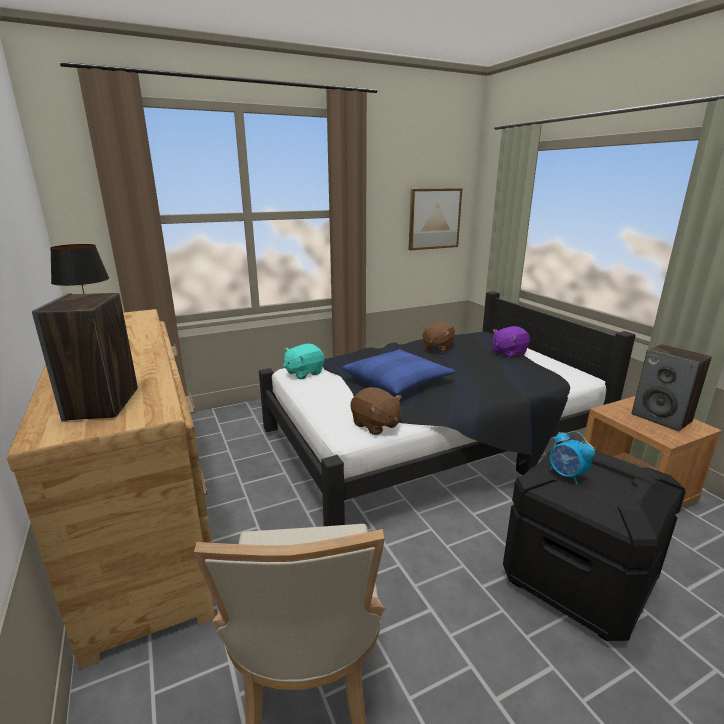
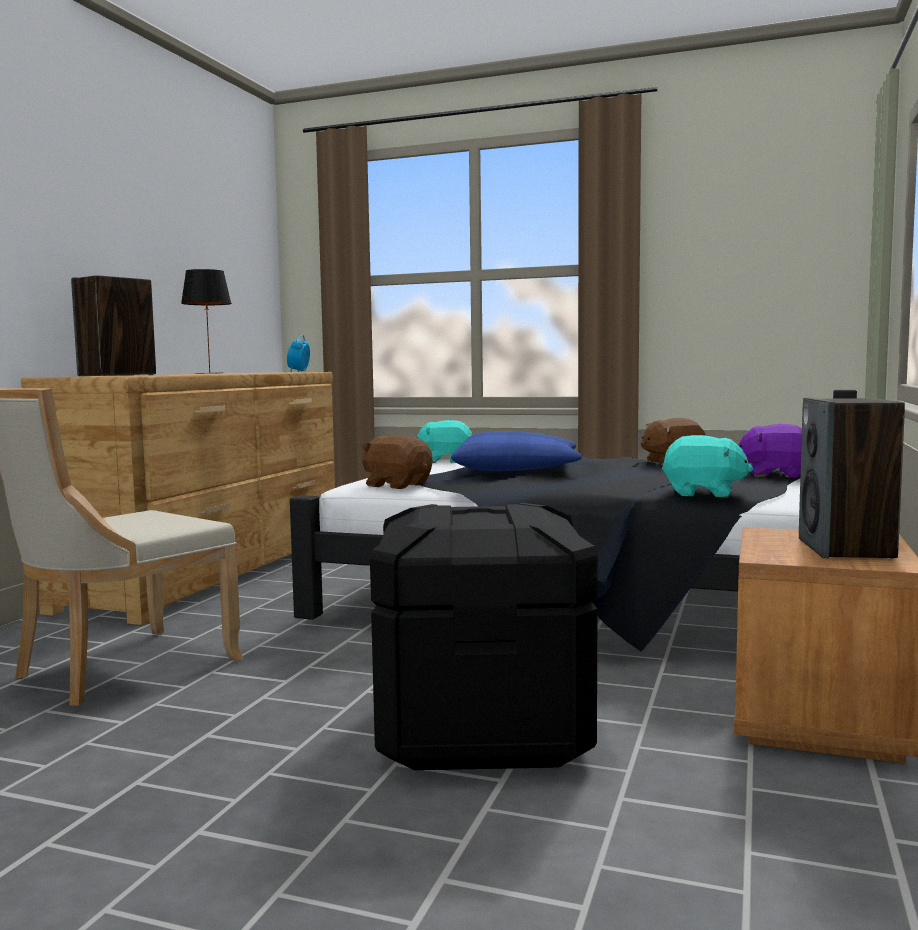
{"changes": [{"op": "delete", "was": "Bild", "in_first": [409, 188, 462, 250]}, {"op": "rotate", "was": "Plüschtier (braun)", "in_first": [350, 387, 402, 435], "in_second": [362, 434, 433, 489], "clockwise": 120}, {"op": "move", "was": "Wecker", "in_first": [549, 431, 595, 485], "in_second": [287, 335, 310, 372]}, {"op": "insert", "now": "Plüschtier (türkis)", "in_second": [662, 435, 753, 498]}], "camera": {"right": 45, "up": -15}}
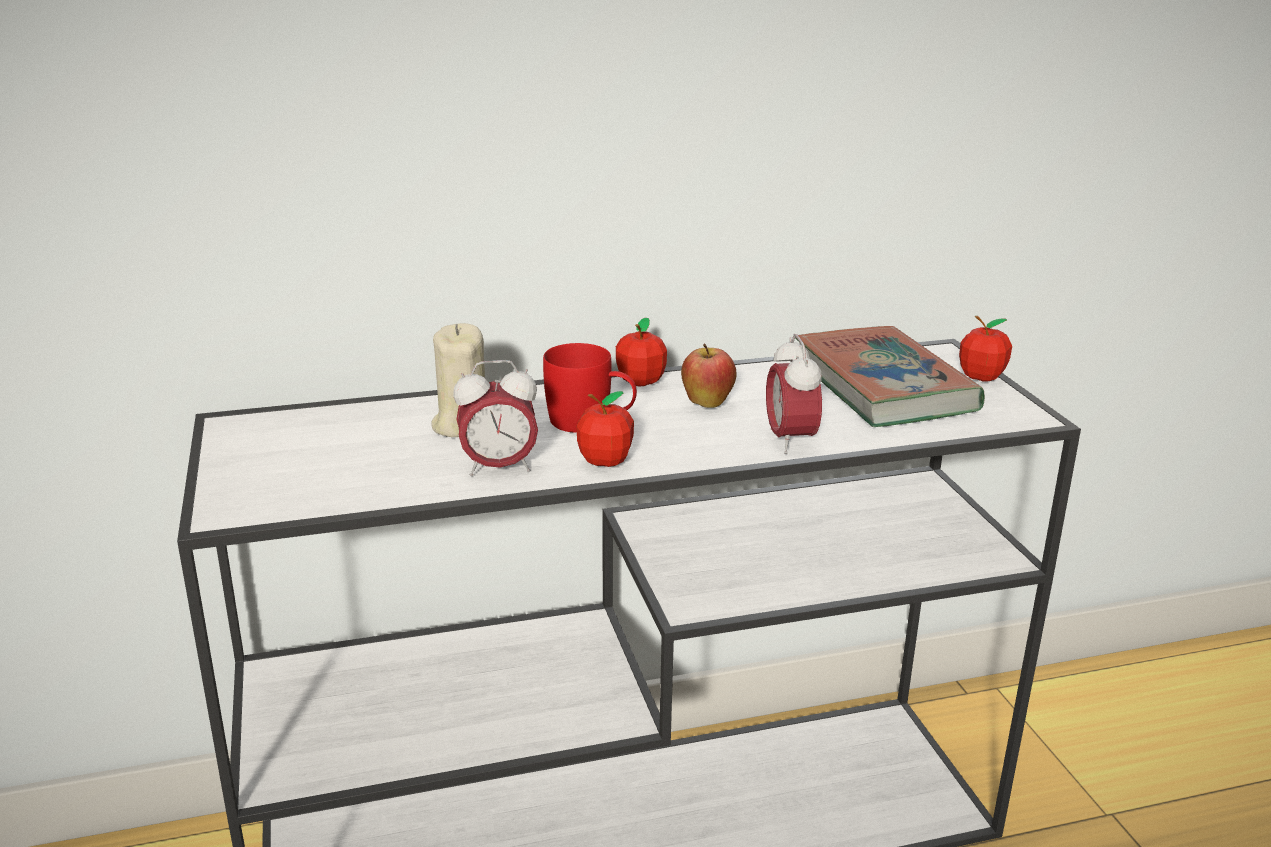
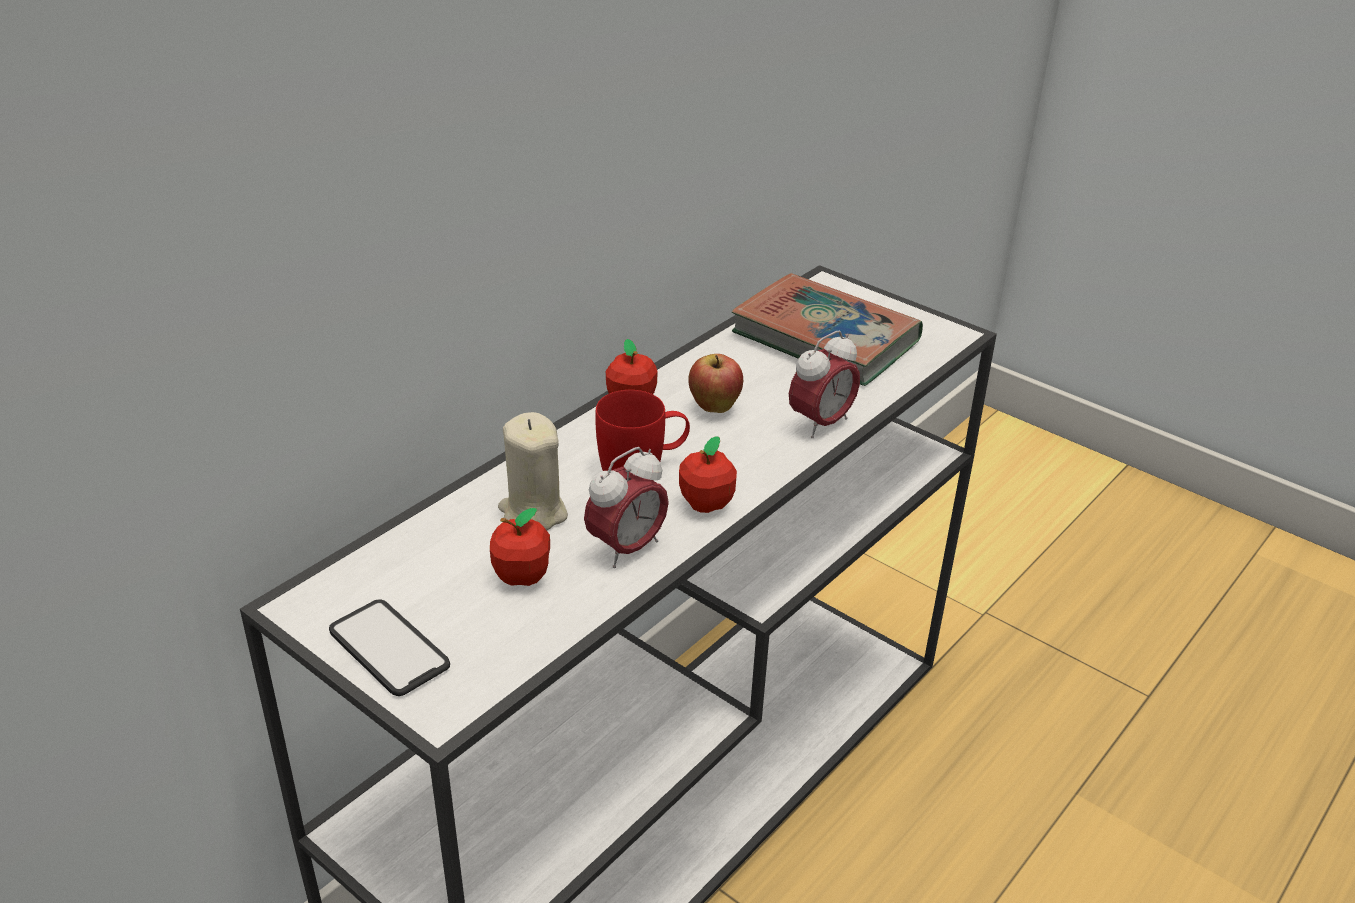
{"changes": [{"op": "move", "was": "Apfel", "in_first": [959, 316, 1012, 382], "in_second": [490, 508, 550, 586]}, {"op": "rotate", "was": "Wecker", "in_first": [766, 334, 822, 454], "in_second": [789, 331, 860, 438], "clockwise": -90}, {"op": "insert", "now": "Handy", "in_second": [329, 599, 450, 696]}], "camera": {"right": -35, "up": 10}}
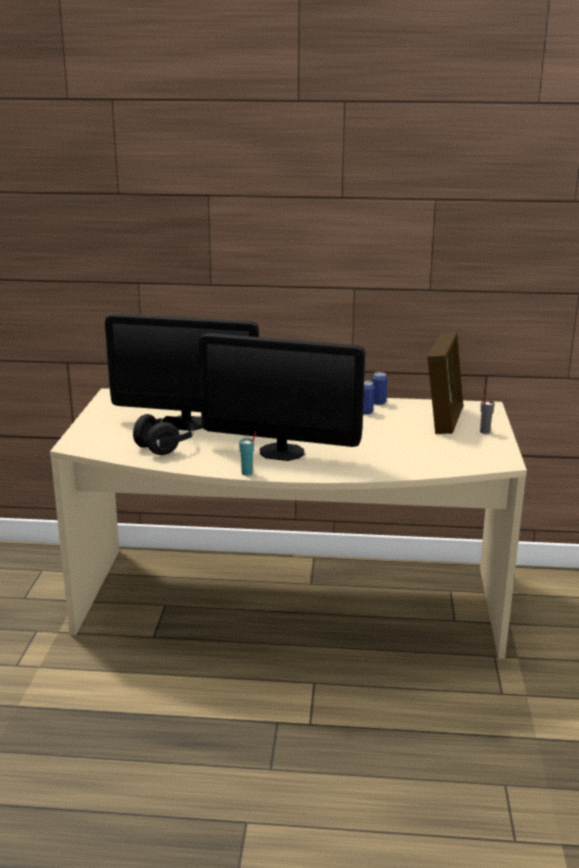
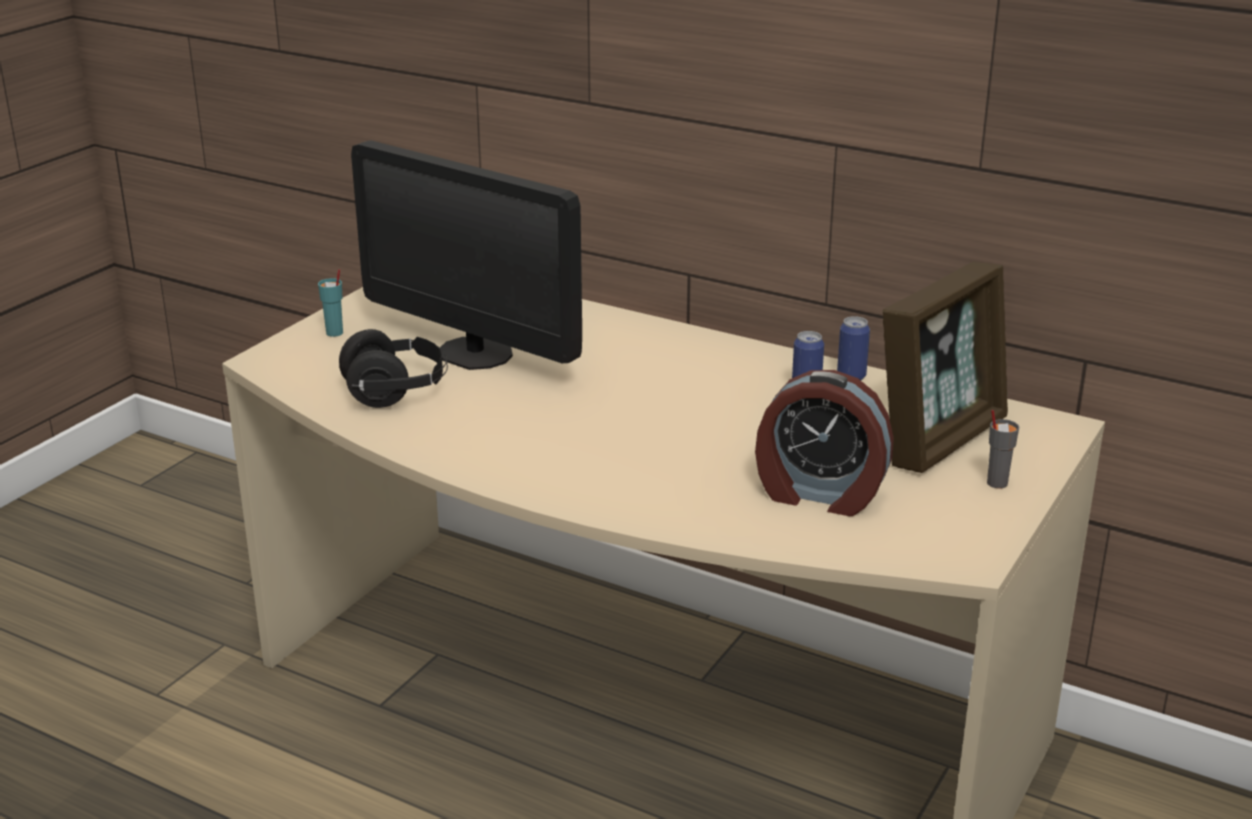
{"changes": [{"op": "delete", "was": "Monitor", "in_first": [199, 333, 365, 461]}, {"op": "move", "was": "Tasse (türkis)", "in_first": [239, 431, 256, 476], "in_second": [318, 269, 343, 337]}, {"op": "insert", "now": "Wecker", "in_second": [755, 370, 894, 516]}], "camera": {"right": 25, "up": 5}}
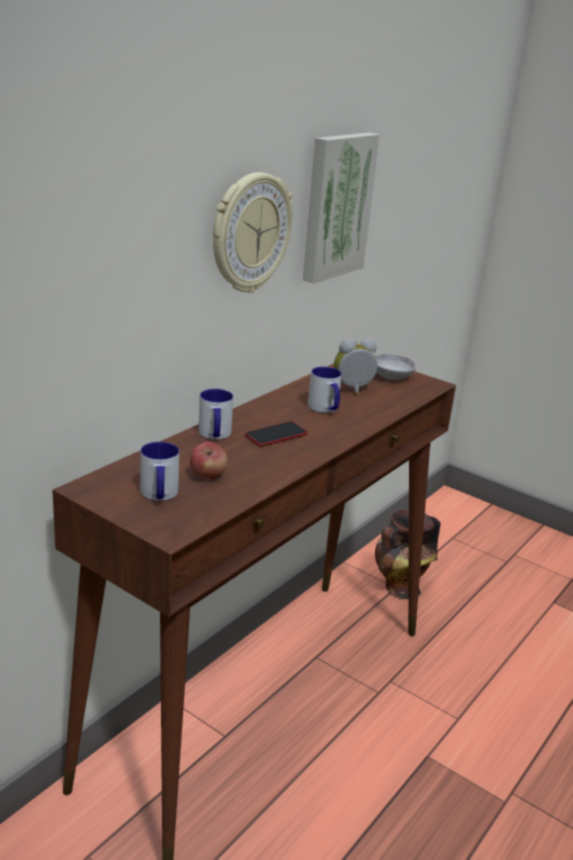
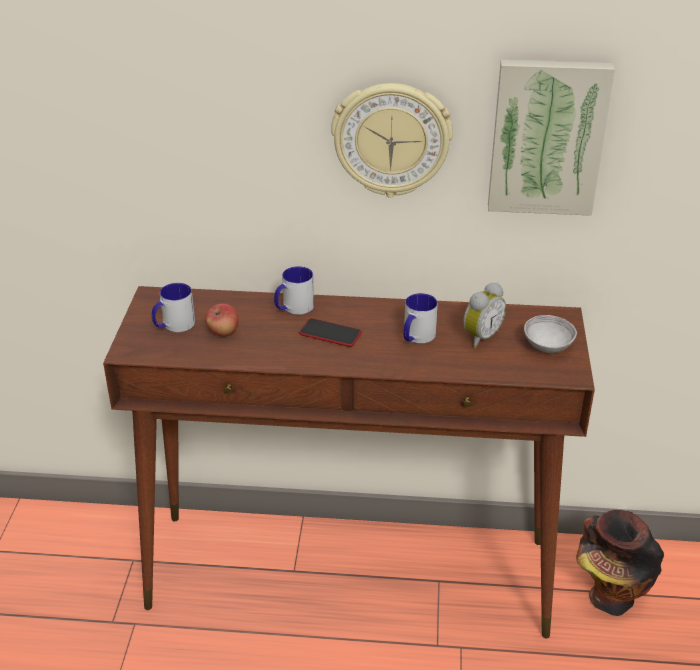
{"changes": [{"op": "rotate", "was": "Wecker", "in_first": [334, 339, 378, 395], "in_second": [463, 282, 506, 348], "clockwise": 90}], "camera": {"right": 60, "up": 10}}
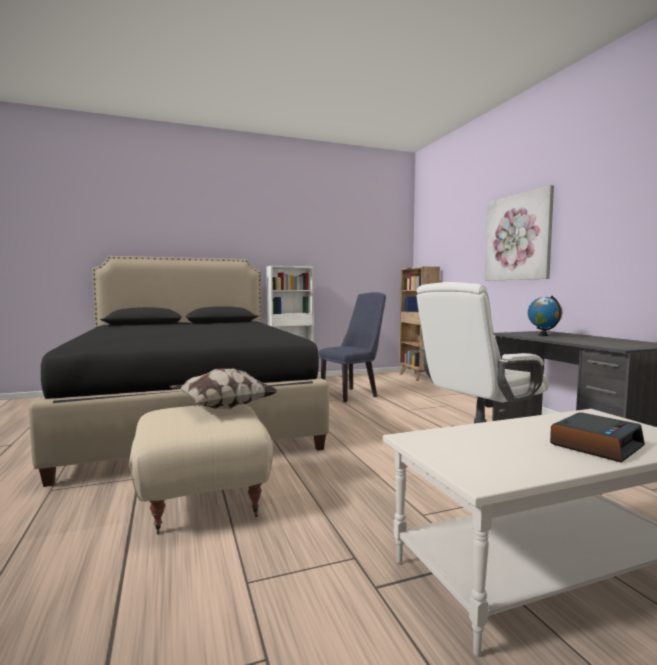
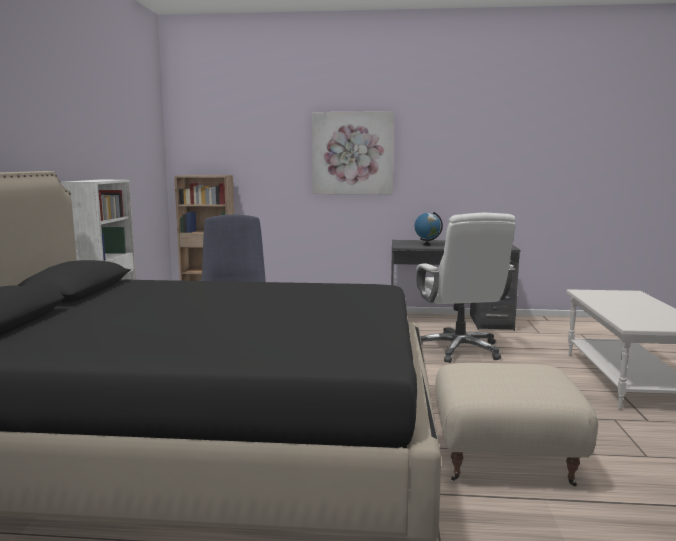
{"changes": [{"op": "delete", "was": "Kissen", "in_first": [169, 369, 277, 409]}, {"op": "delete", "was": "Wecker", "in_first": [550, 412, 645, 463]}], "camera": {"right": -65, "up": 5}}
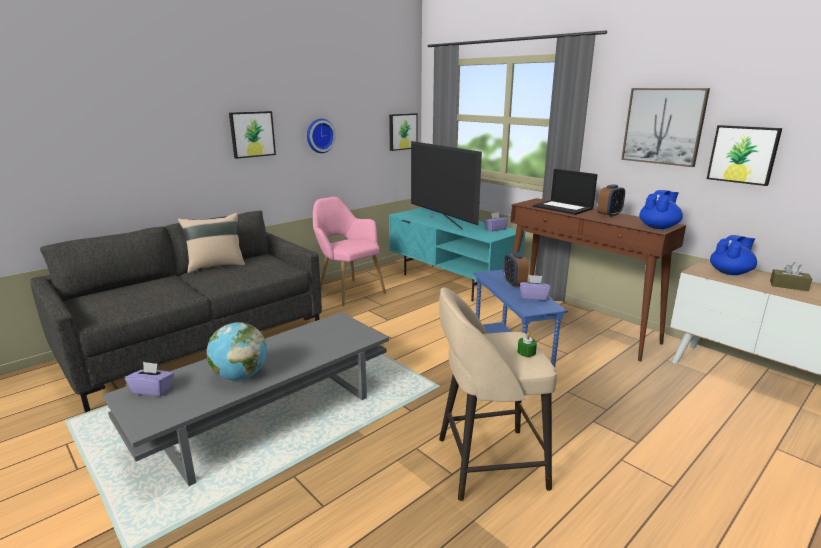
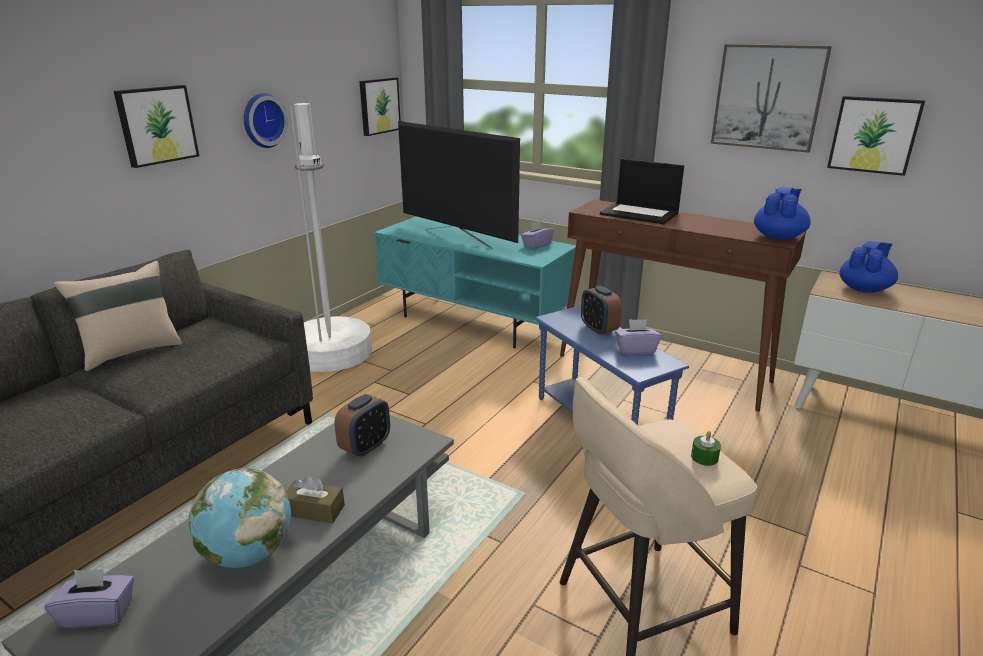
{"changes": [{"op": "move", "was": "Wecker", "in_first": [597, 184, 625, 217], "in_second": [334, 394, 390, 458]}, {"op": "replace", "was": "Sessel (rosa)", "now": "Stehlampe (weiß)", "in_first": [313, 197, 386, 306], "in_second": [290, 103, 372, 372]}, {"op": "move", "was": "Taschentuchbox (braun)", "in_first": [770, 262, 812, 291], "in_second": [286, 475, 345, 524]}], "camera": {"right": -15, "up": 5}}
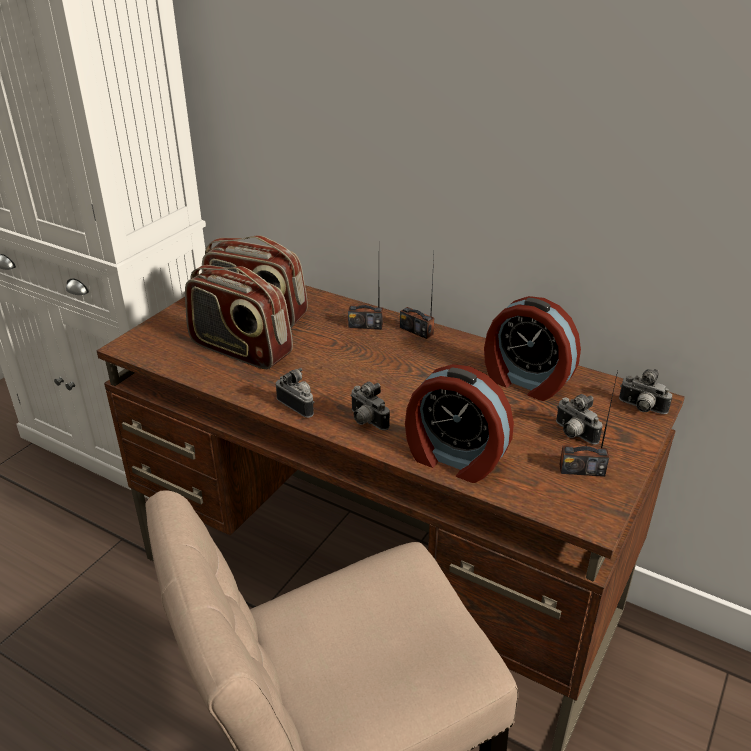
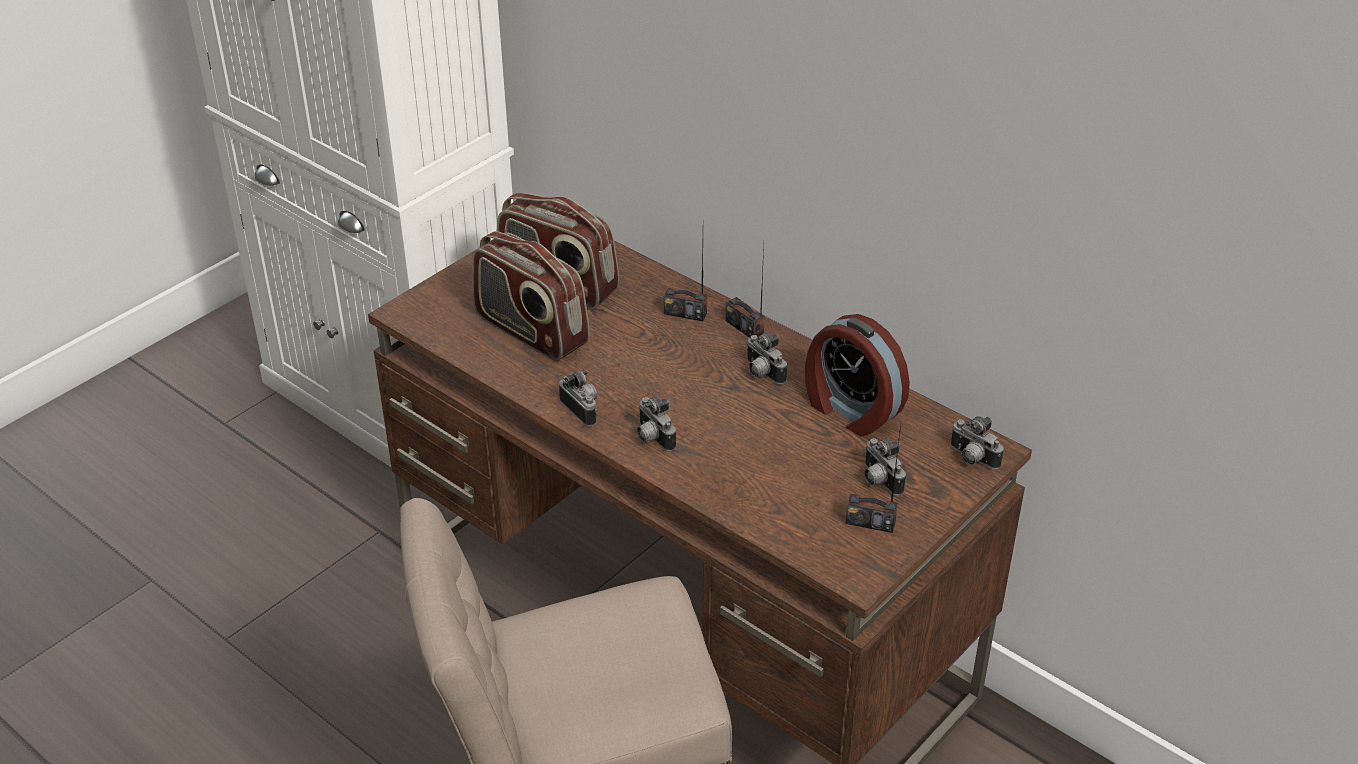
{"changes": [{"op": "delete", "was": "Wecker", "in_first": [405, 364, 514, 483]}, {"op": "insert", "now": "Kamera", "in_second": [746, 332, 787, 384]}], "camera": {"right": 10, "up": 5}}
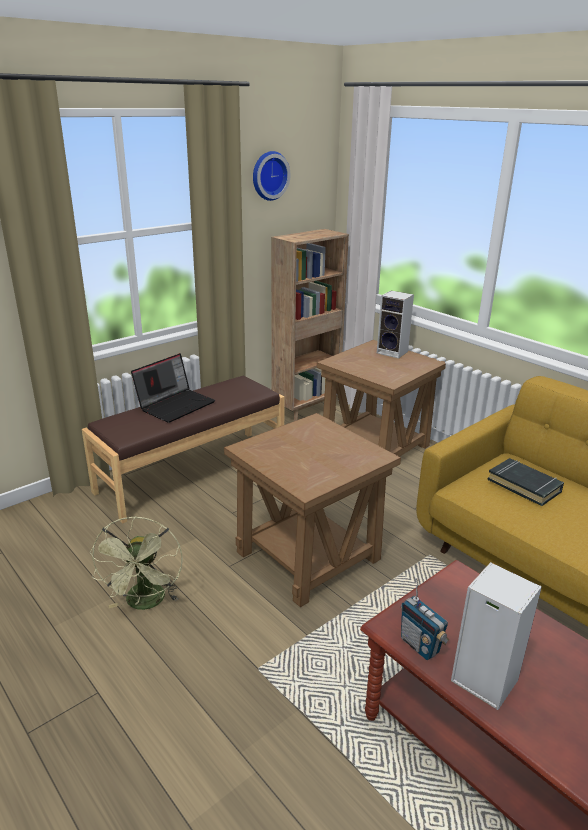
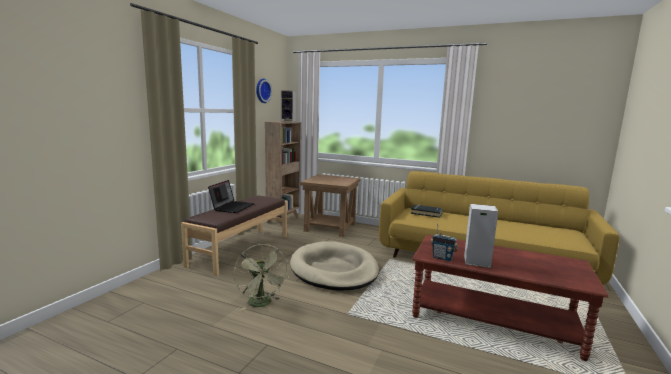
{"changes": [{"op": "move", "was": "Lautsprecher", "in_first": [377, 290, 414, 358], "in_second": [281, 90, 296, 122]}, {"op": "replace", "was": "Beistelltisch (braun)", "now": "Hundebett (beige)", "in_first": [224, 413, 401, 607], "in_second": [290, 241, 379, 290]}], "camera": {"right": -25, "up": -15}}
